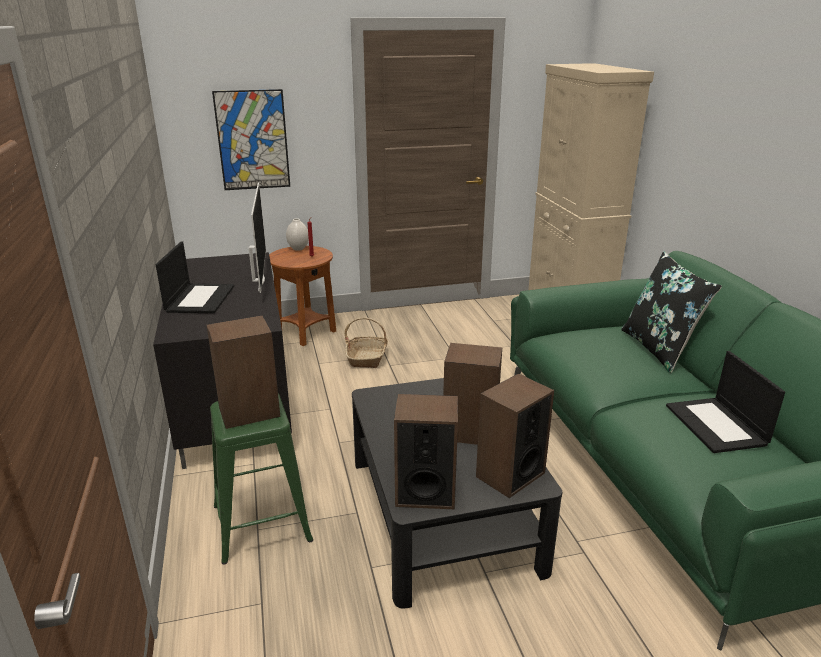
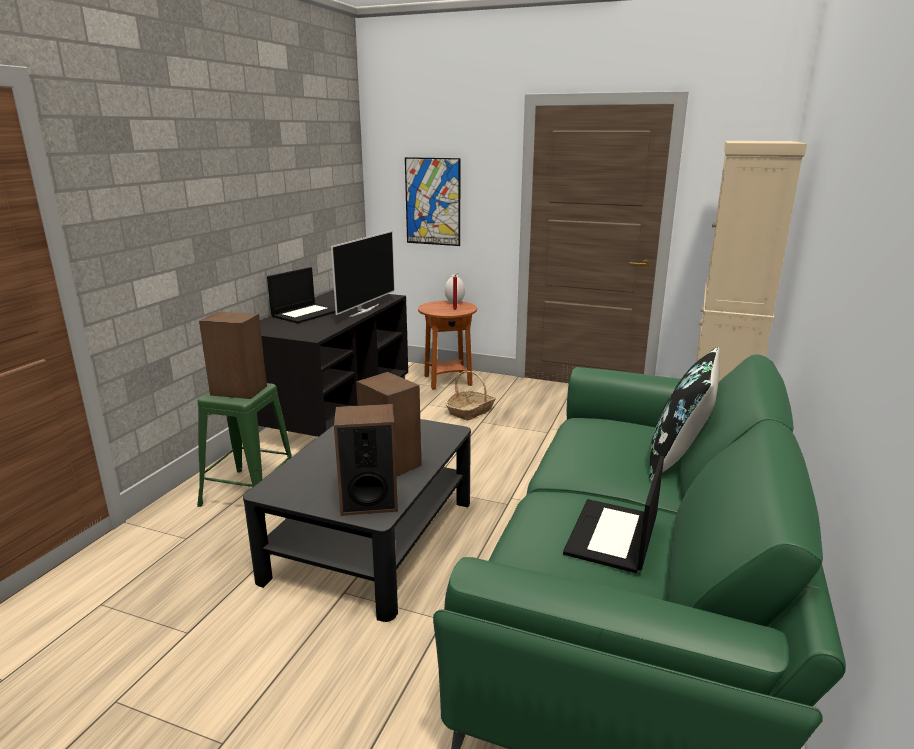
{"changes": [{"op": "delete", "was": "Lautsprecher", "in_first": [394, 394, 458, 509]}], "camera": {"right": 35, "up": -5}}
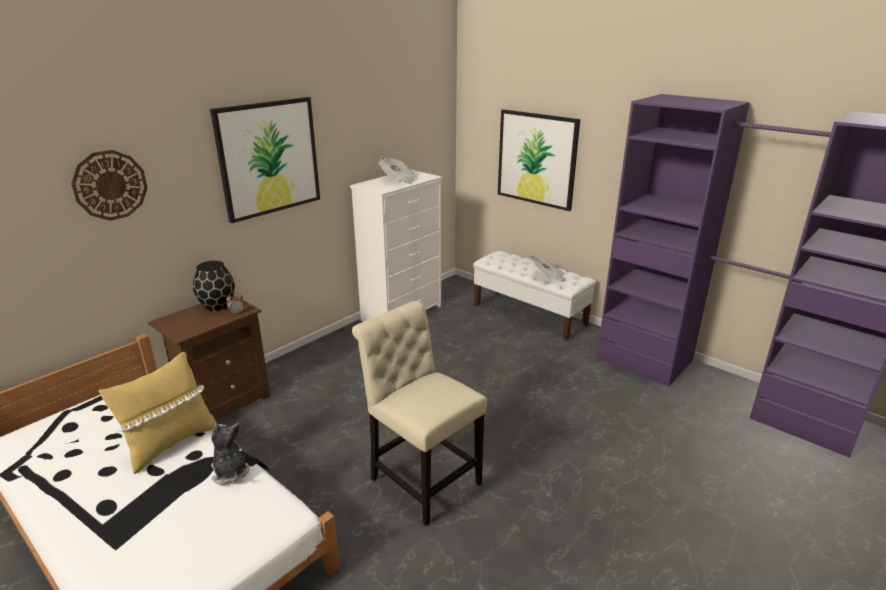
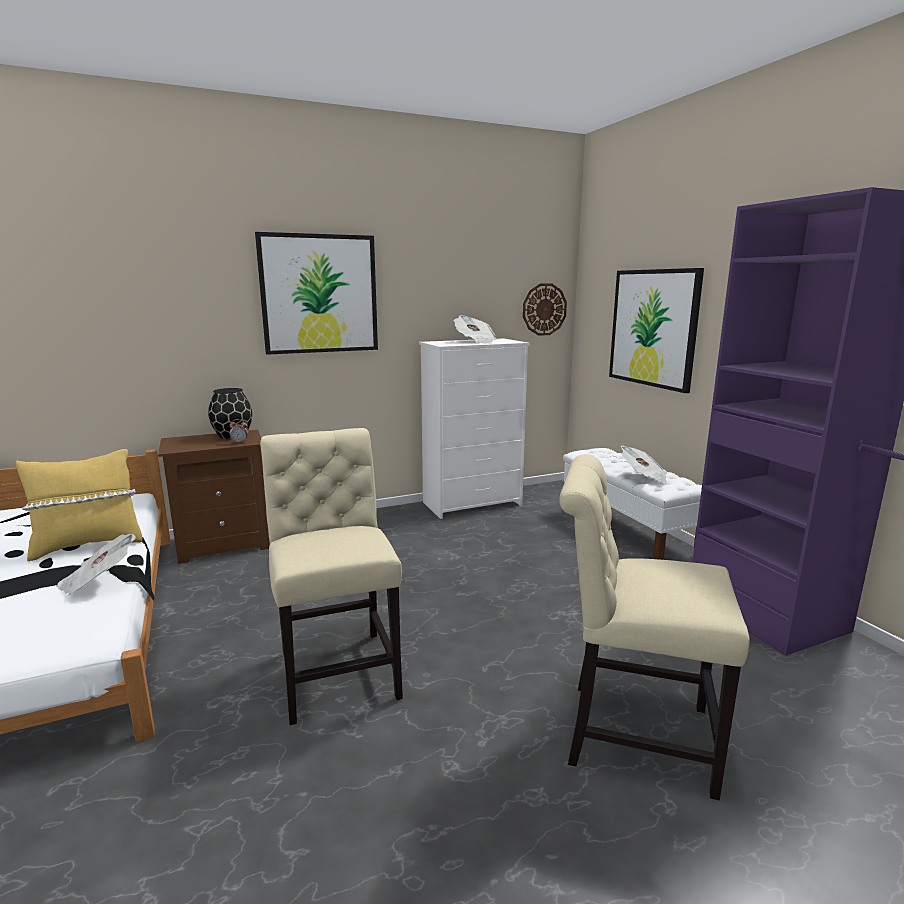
{"changes": [{"op": "move", "was": "Wanduhr", "in_first": [71, 150, 148, 221], "in_second": [523, 283, 567, 336]}, {"op": "replace", "was": "Plüschtier", "now": "Zeitung", "in_first": [211, 423, 249, 485], "in_second": [57, 534, 136, 596]}, {"op": "insert", "now": "Stuhl (beige)", "in_second": [559, 454, 750, 800]}], "camera": {"right": 25, "up": -10}}
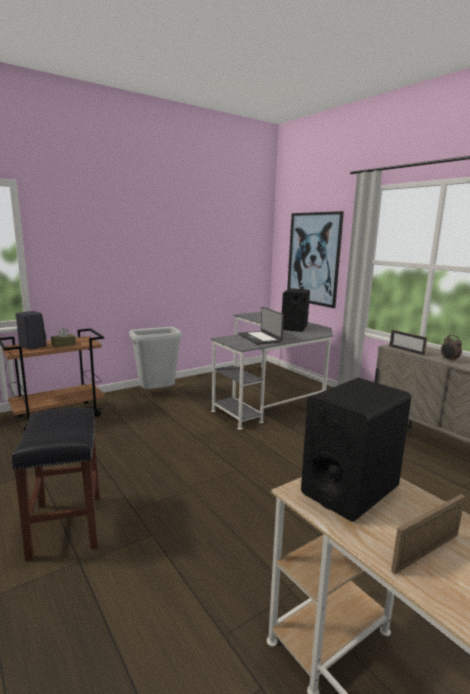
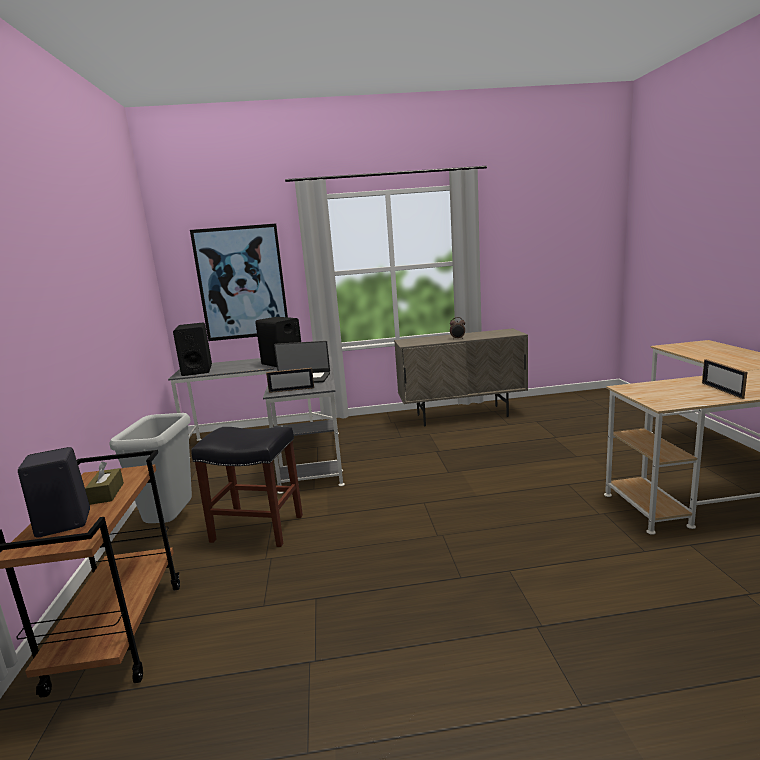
{"changes": [{"op": "move", "was": "Bilderrahmen", "in_first": [389, 329, 427, 356], "in_second": [266, 368, 314, 393]}, {"op": "move", "was": "Lautsprecher (schwarz)", "in_first": [301, 378, 411, 522], "in_second": [173, 323, 212, 376]}, {"op": "move", "was": "Hocker (schwarz)", "in_first": [12, 408, 100, 561], "in_second": [191, 427, 303, 547]}], "camera": {"right": -60, "up": 0}}
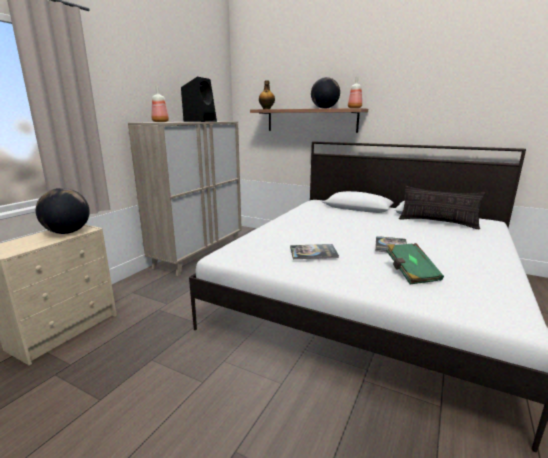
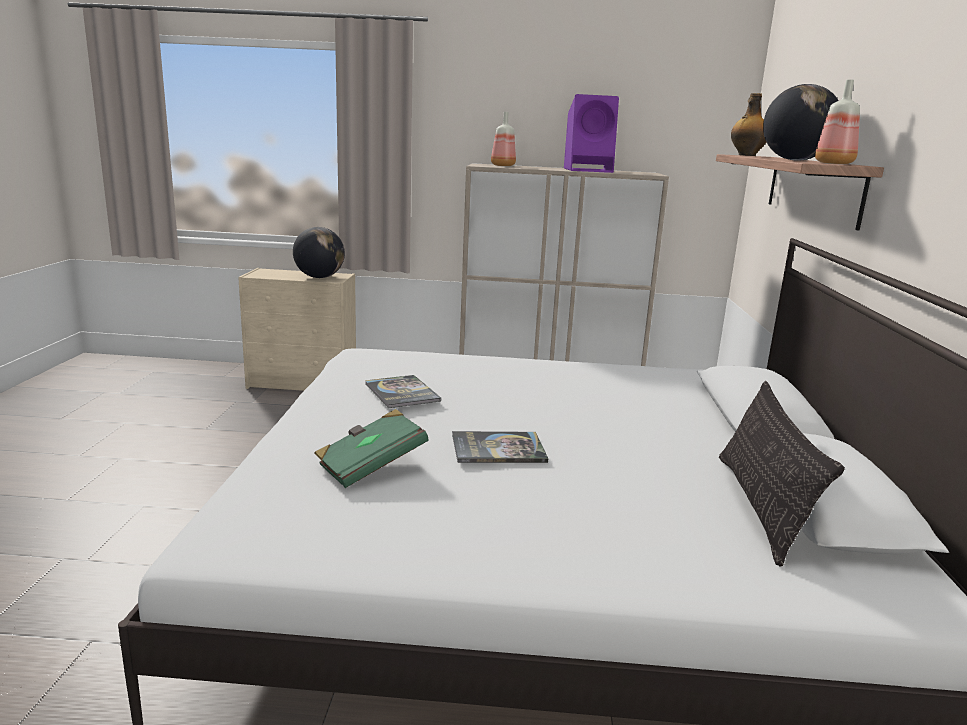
{"changes": [{"op": "recolor", "was": "Lautsprecher (schwarz)", "now": "Lautsprecher (lila)", "in_first": [181, 77, 217, 122], "in_second": [564, 94, 619, 173]}], "camera": {"right": 65, "up": 0}}
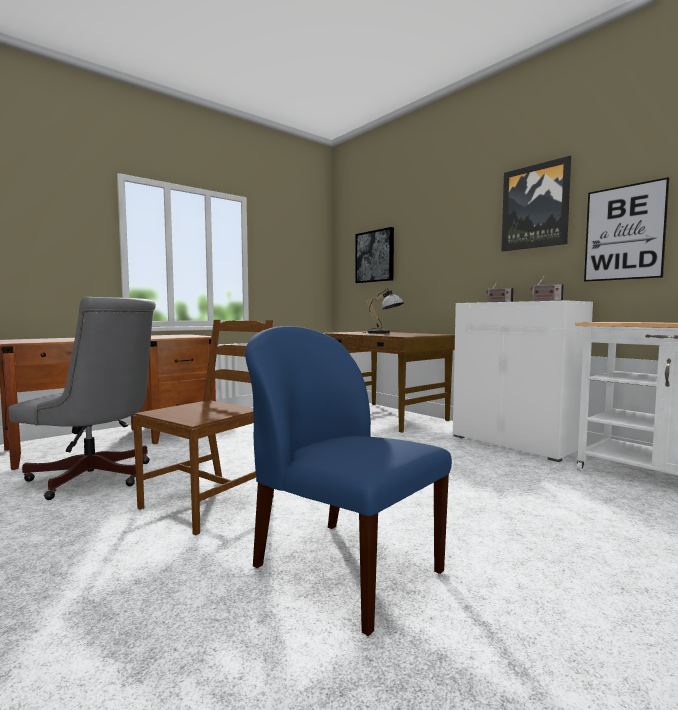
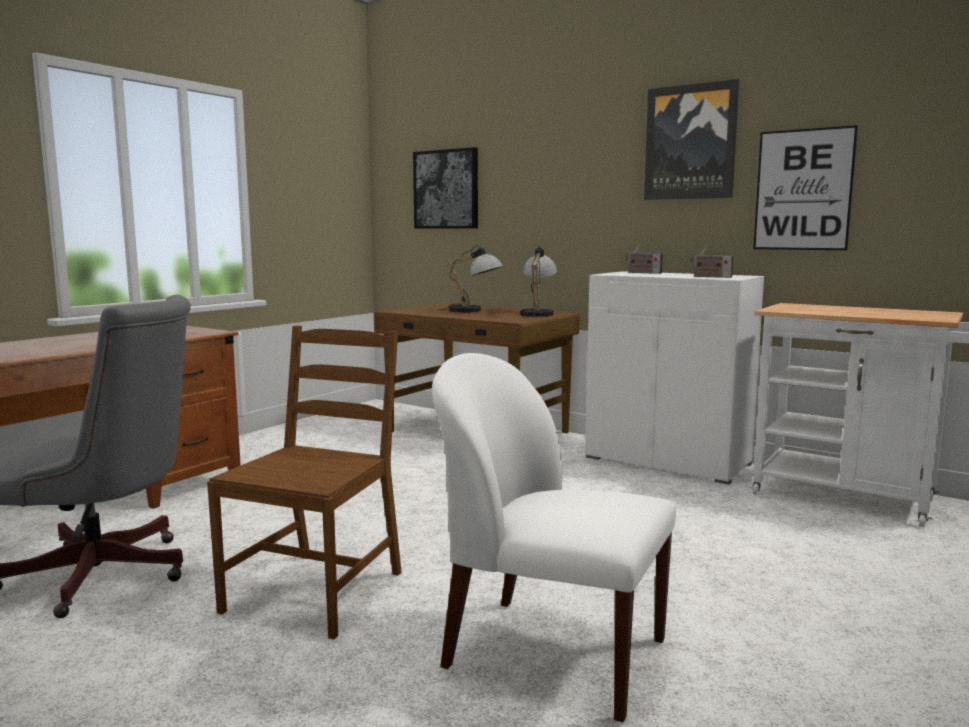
{"changes": [{"op": "recolor", "was": "Stuhl (blau)", "now": "Stuhl (weiß)", "in_first": [245, 326, 452, 636], "in_second": [432, 353, 676, 723]}, {"op": "insert", "now": "Tischlampe", "in_second": [520, 245, 557, 318]}], "camera": {"right": -15, "up": 5}}
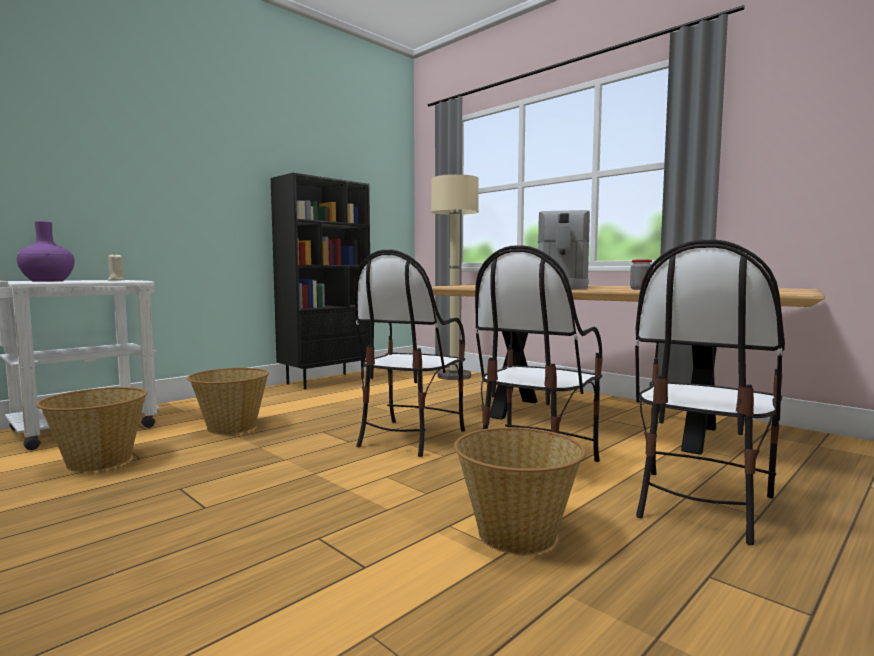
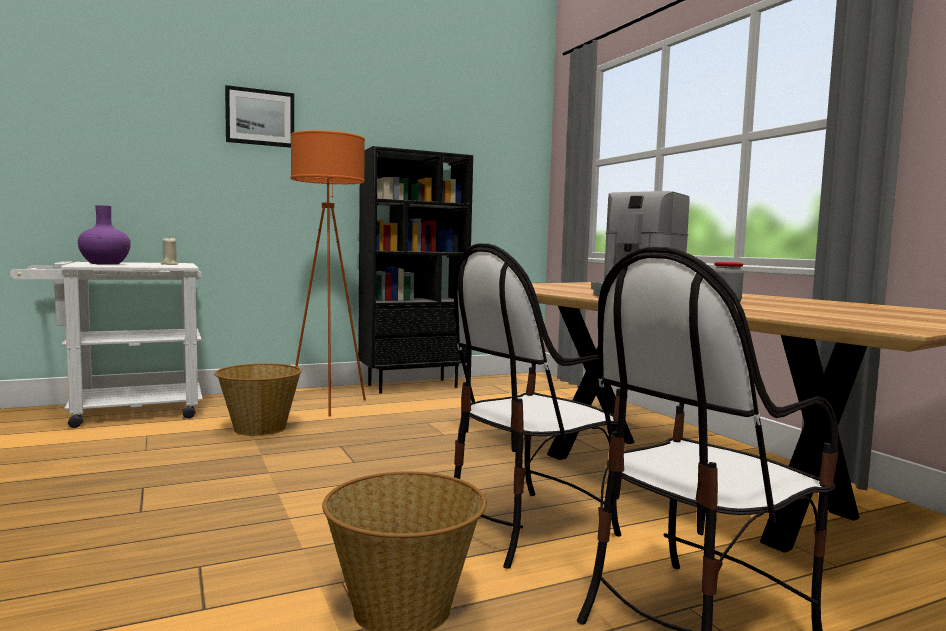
{"changes": [{"op": "delete", "was": "Stehlampe (beige)", "in_first": [431, 174, 479, 380]}, {"op": "delete", "was": "Stuhl", "in_first": [355, 250, 465, 457]}, {"op": "delete", "was": "Korb", "in_first": [36, 387, 147, 472]}, {"op": "insert", "now": "Bild", "in_second": [225, 85, 294, 148]}, {"op": "insert", "now": "Stehlampe (orange)", "in_second": [290, 130, 366, 417]}], "camera": {"right": 20, "up": 0}}
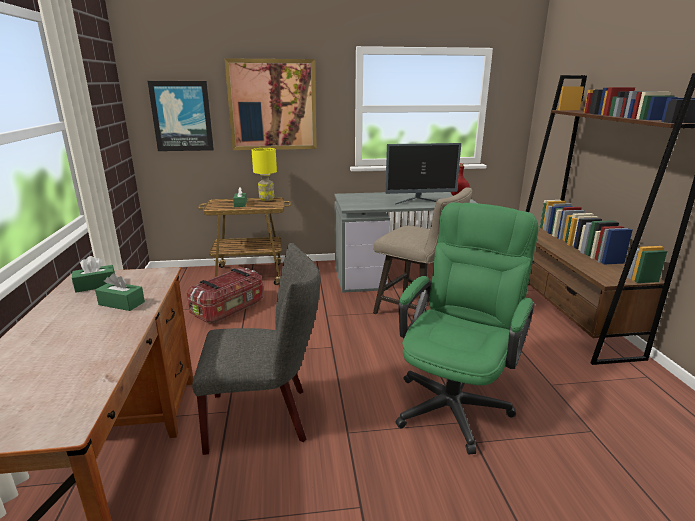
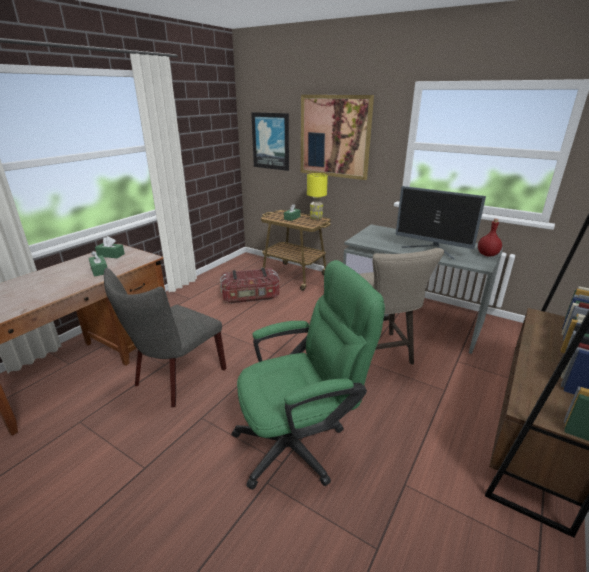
{"changes": [{"op": "rotate", "was": "Stuhl (grau)", "in_first": [192, 243, 320, 455], "in_second": [104, 268, 227, 407], "clockwise": 90}], "camera": {"right": 40, "up": 5}}
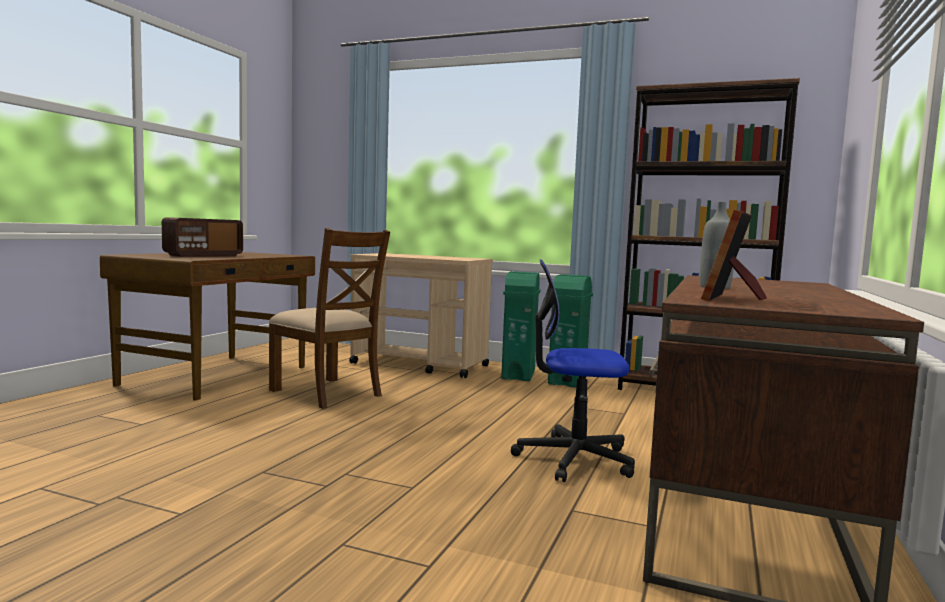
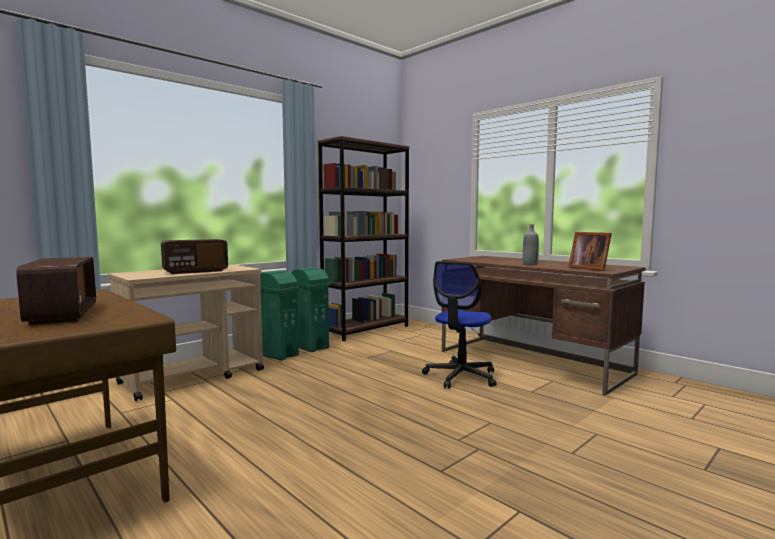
{"changes": [{"op": "delete", "was": "Stuhl (braun)", "in_first": [269, 228, 390, 409]}, {"op": "insert", "now": "Radio", "in_second": [161, 239, 228, 274]}], "camera": {"right": -65, "up": 0}}
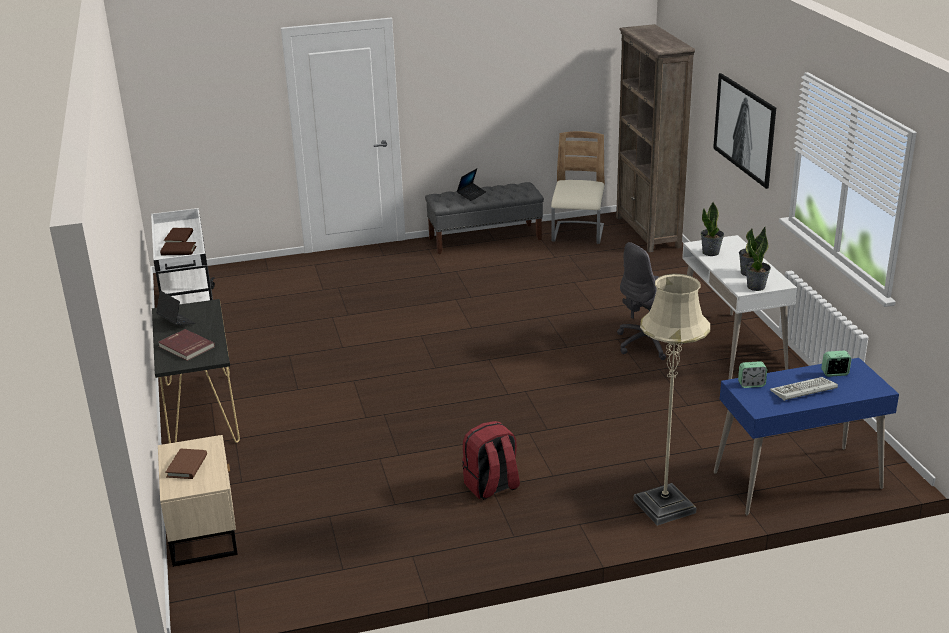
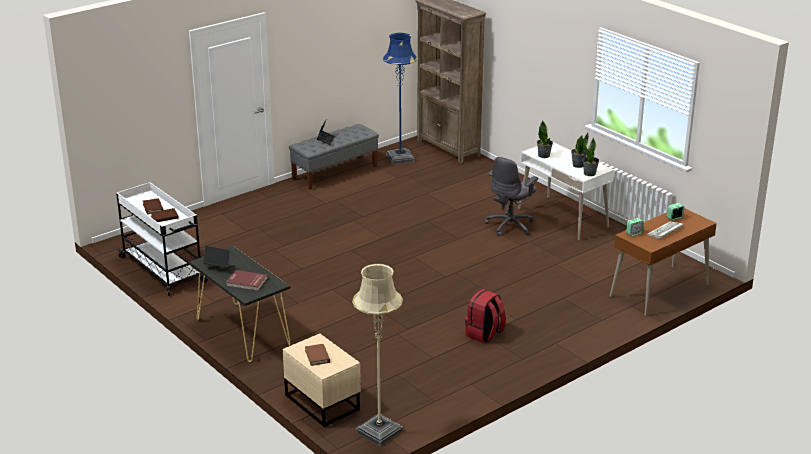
{"changes": [{"op": "delete", "was": "Bild", "in_first": [713, 73, 776, 189]}, {"op": "replace", "was": "Stuhl (beige)", "now": "Stehlampe (blau)", "in_first": [551, 131, 605, 244], "in_second": [383, 33, 417, 164]}, {"op": "move", "was": "Stehlampe (beige)", "in_first": [633, 274, 710, 526], "in_second": [352, 263, 403, 446]}, {"op": "recolor", "was": "Schreibtisch (blau)", "now": "Schreibtisch (braun)", "in_first": [714, 358, 899, 515], "in_second": [610, 208, 717, 316]}], "camera": {"right": -25, "up": 0}}
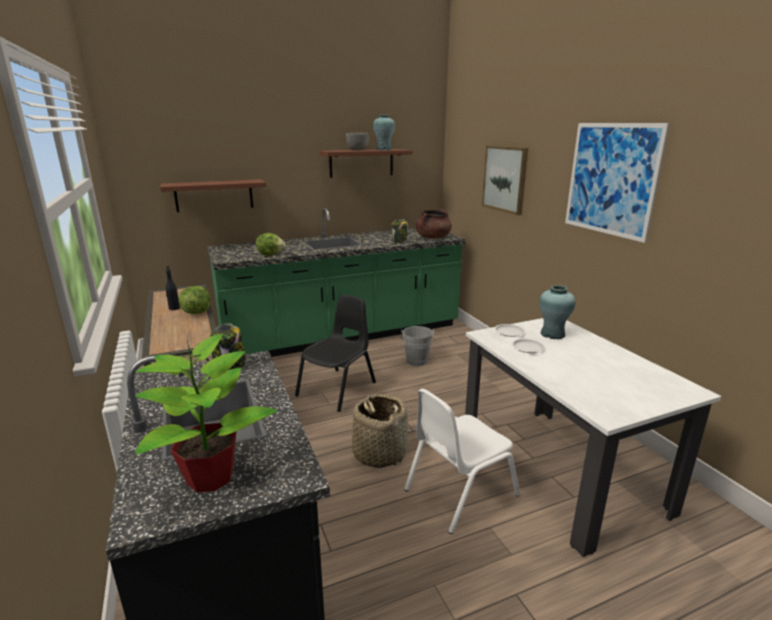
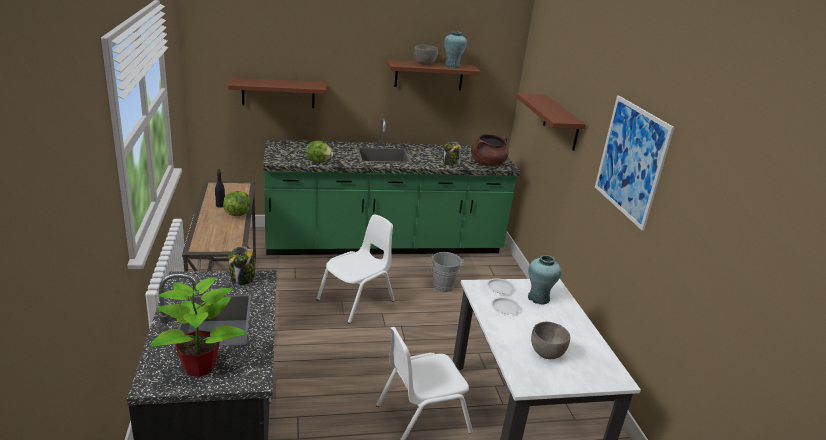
{"changes": [{"op": "replace", "was": "Bild", "now": "Wandregal (braun)", "in_first": [482, 145, 528, 215], "in_second": [516, 93, 586, 151]}, {"op": "recolor", "was": "Stuhl (schwarz)", "now": "Stuhl (weiß)", "in_first": [295, 295, 376, 412], "in_second": [316, 214, 395, 324]}, {"op": "delete", "was": "Korb", "in_first": [352, 394, 408, 468]}, {"op": "insert", "now": "Schüssel (grau)", "in_second": [531, 322, 570, 359]}], "camera": {"right": 10, "up": 5}}
